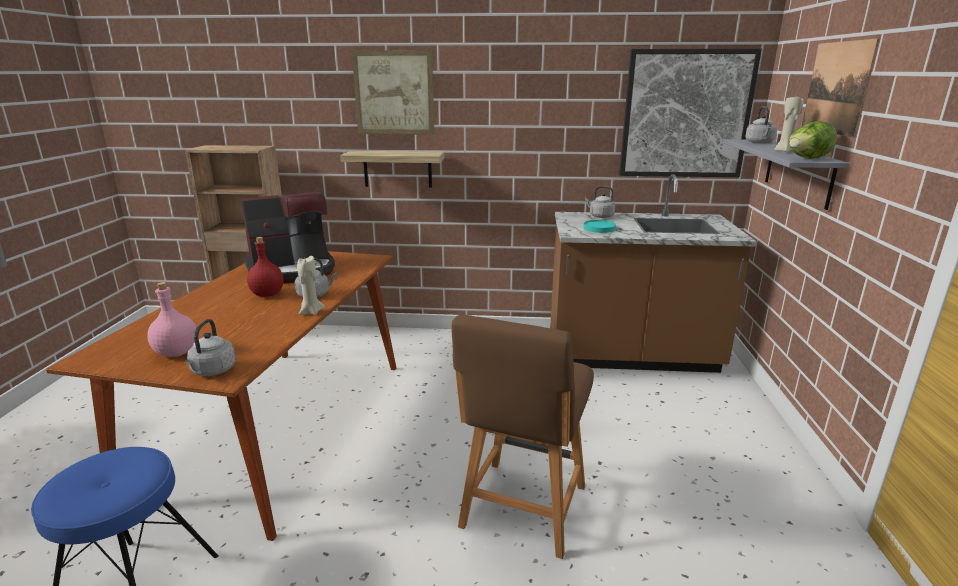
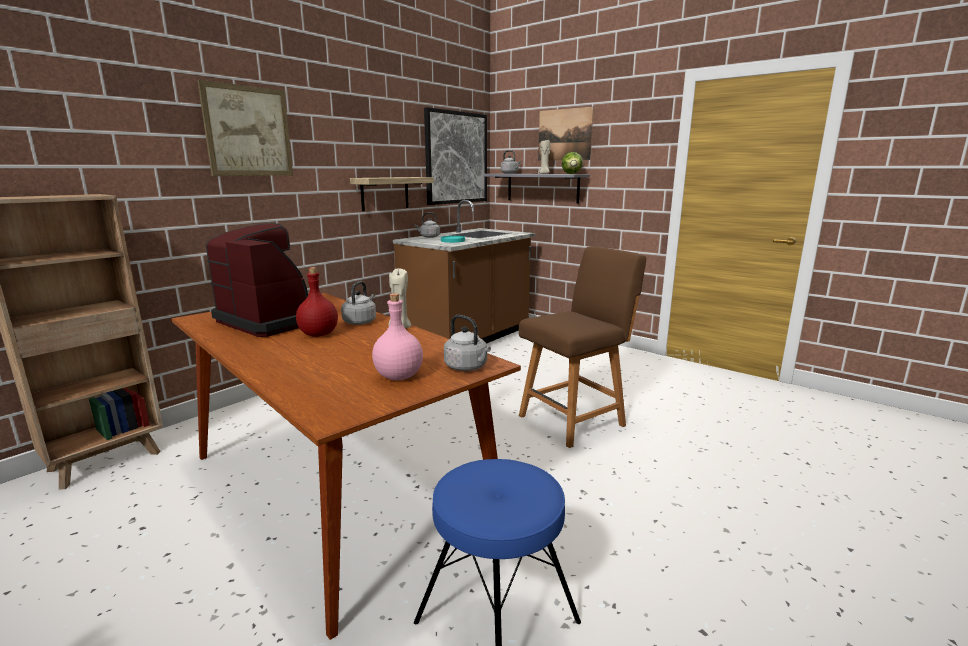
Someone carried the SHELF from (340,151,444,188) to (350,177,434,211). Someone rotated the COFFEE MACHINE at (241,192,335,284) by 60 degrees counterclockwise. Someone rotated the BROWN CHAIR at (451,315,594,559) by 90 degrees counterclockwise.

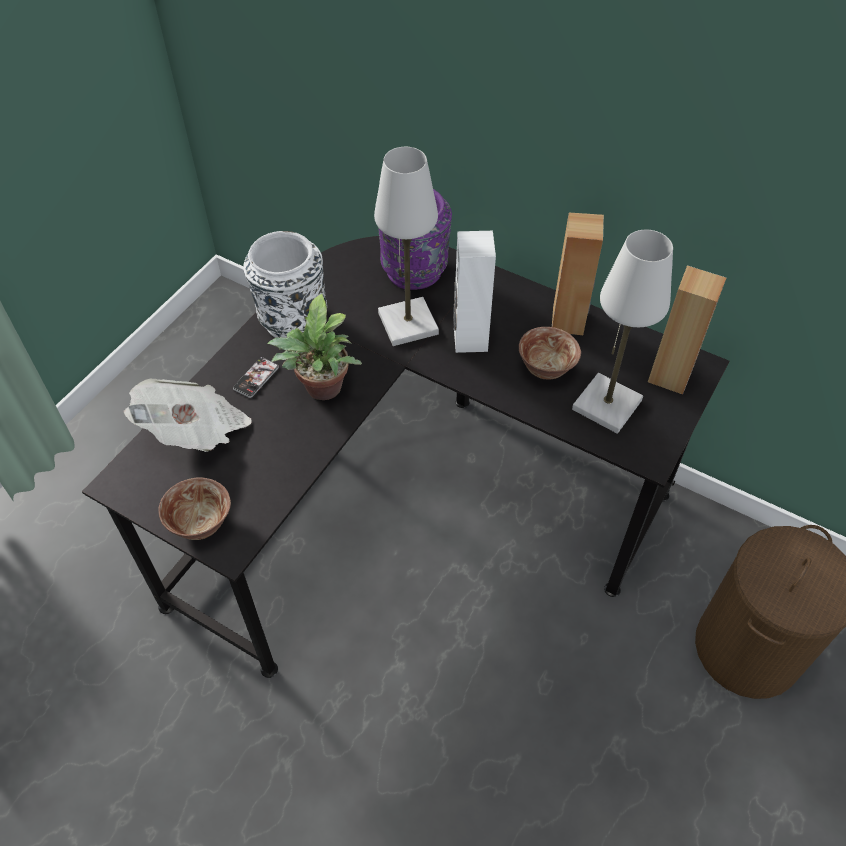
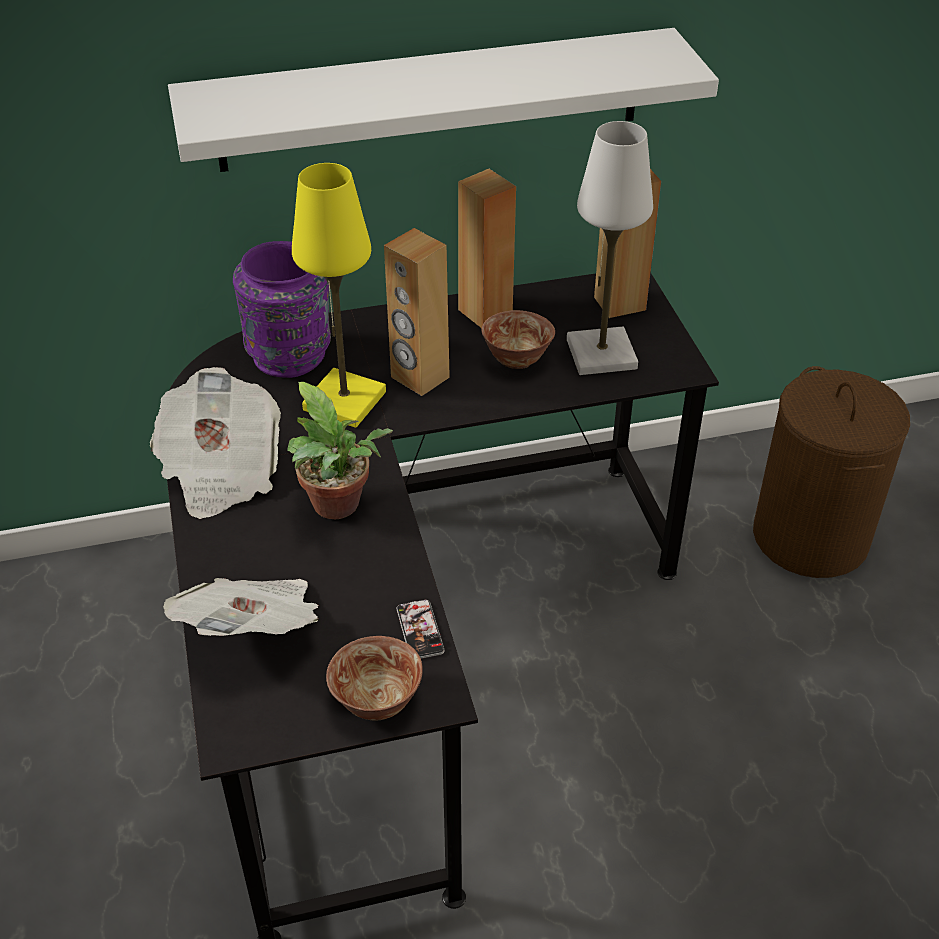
Someone put up the WHITE SHELF at (168,28,719,172). Someone carried the PHONE from (233,357,279,398) to (396,600,445,659). Someone swapped the WHITE VASE at (243,231,327,338) for the NEWSPAPER at (149,367,281,519). Someone repainted the WHITE TABLE LAMP at (374,147,439,346), which became the YELLOW TABLE LAMP at (292,163,386,428). Someone repainted the WHITE SPEAKER at (453,231,496,353), which became the BROWN SPEAKER at (384,228,450,396).

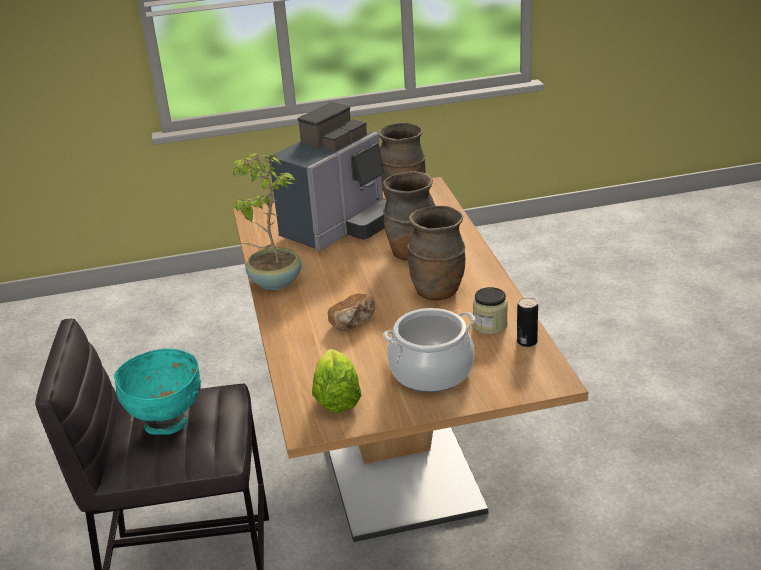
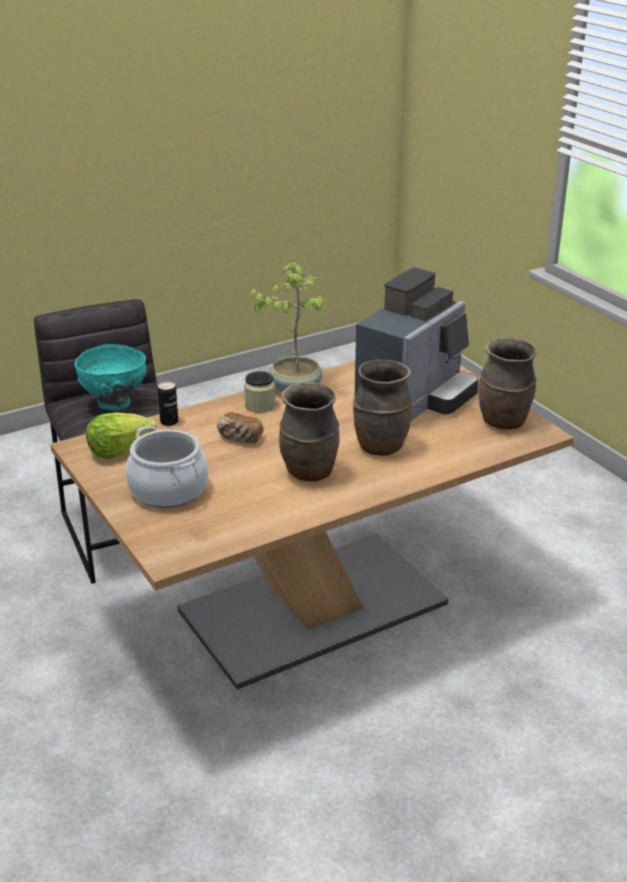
Someone carried the JAR from (473,287,508,335) to (244,371,275,413). Someone carried the CAN from (517,297,538,347) to (158,382,178,426). Someone rotated the COFFEE MACHINE at (269,102,387,251) by 75 degrees counterclockwise.

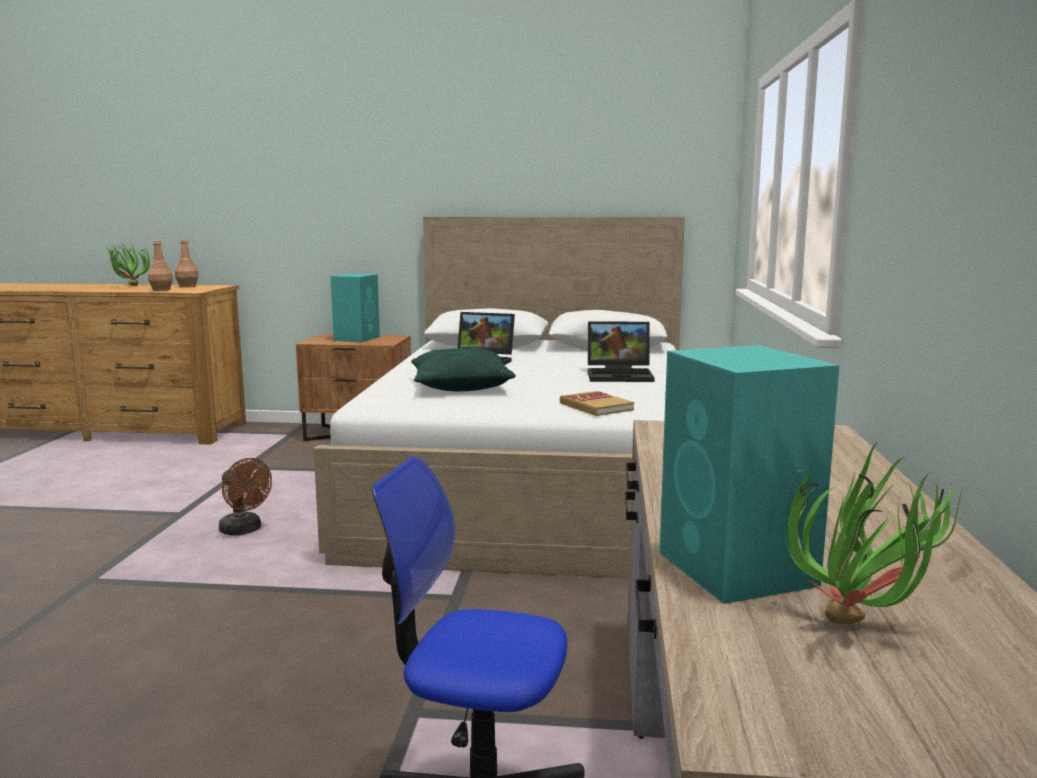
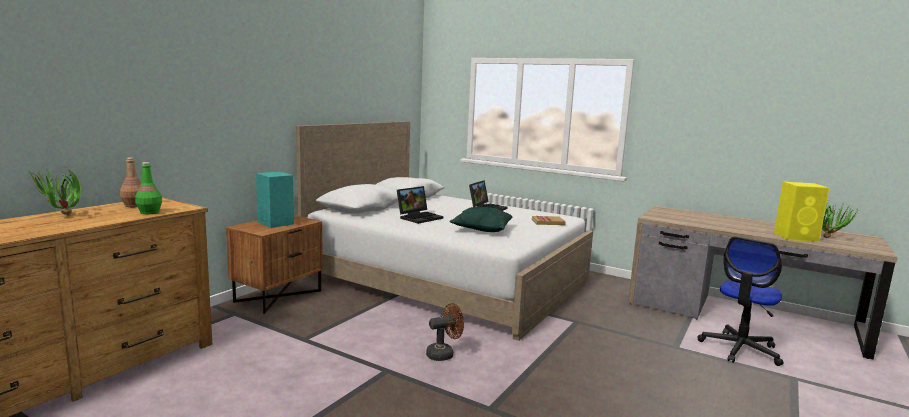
Someone repainted the BROWN BOTTLE at (148,240,173,291), which became the GREEN BOTTLE at (135,162,162,214). Someone repainted the TURQUOISE SPEAKER at (659,345,839,604), which became the YELLOW SPEAKER at (774,182,829,242).

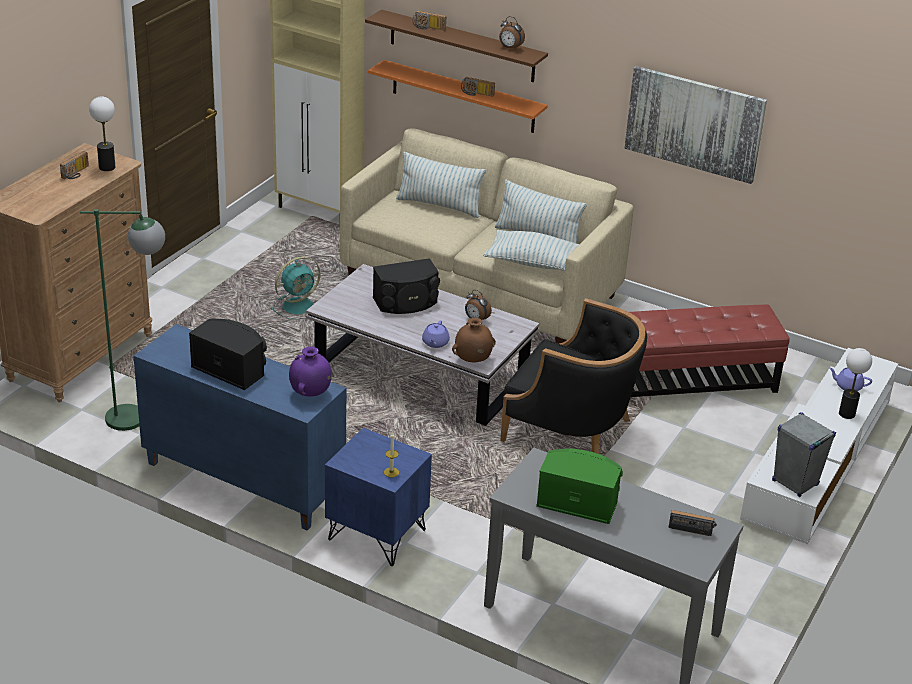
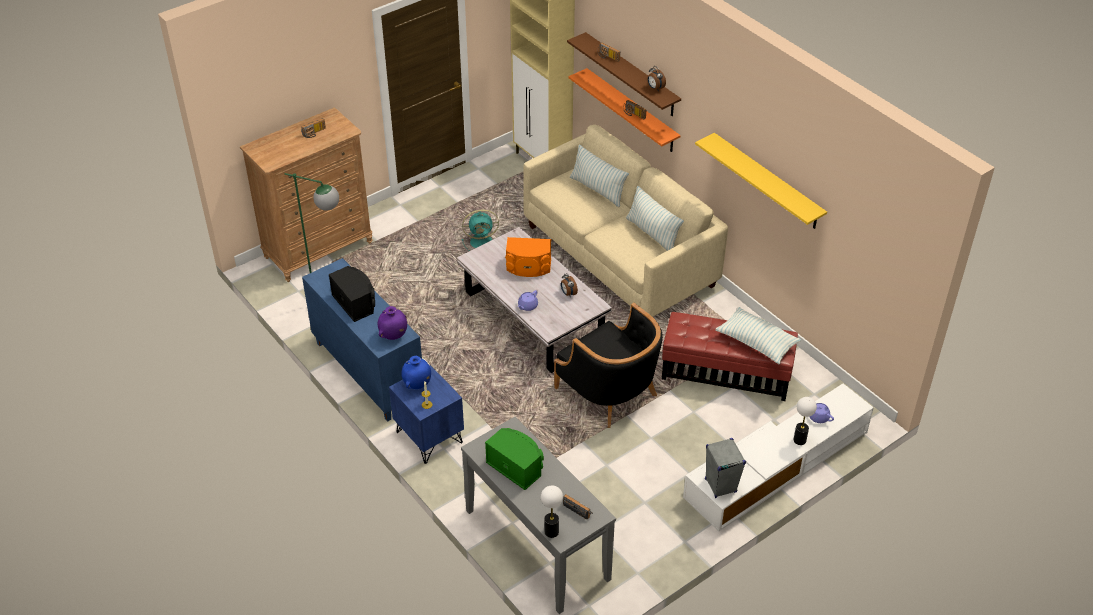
Someone took away the BROWN VASE at (452,318,496,362). Someone put down the BLUE VASE at (401,356,431,389). Someone carried the TABLE LAMP from (89,97,115,171) to (541,486,563,538). Someone carried the PILLOW from (483,230,579,271) to (715,307,801,364). Someone swapped the PICTURE at (624,66,767,184) for the YELLOW SHELF at (695,133,827,229). Someone repainted the BLACK SPEAKER at (373,258,440,314), which became the ORANGE SPEAKER at (505,237,551,277).

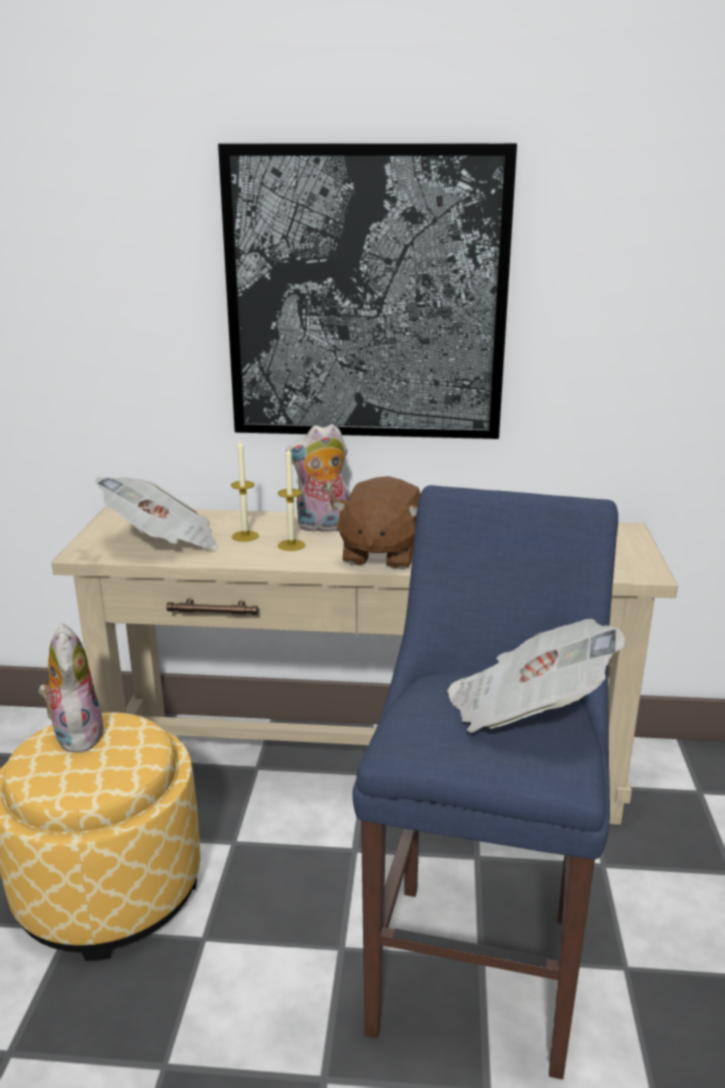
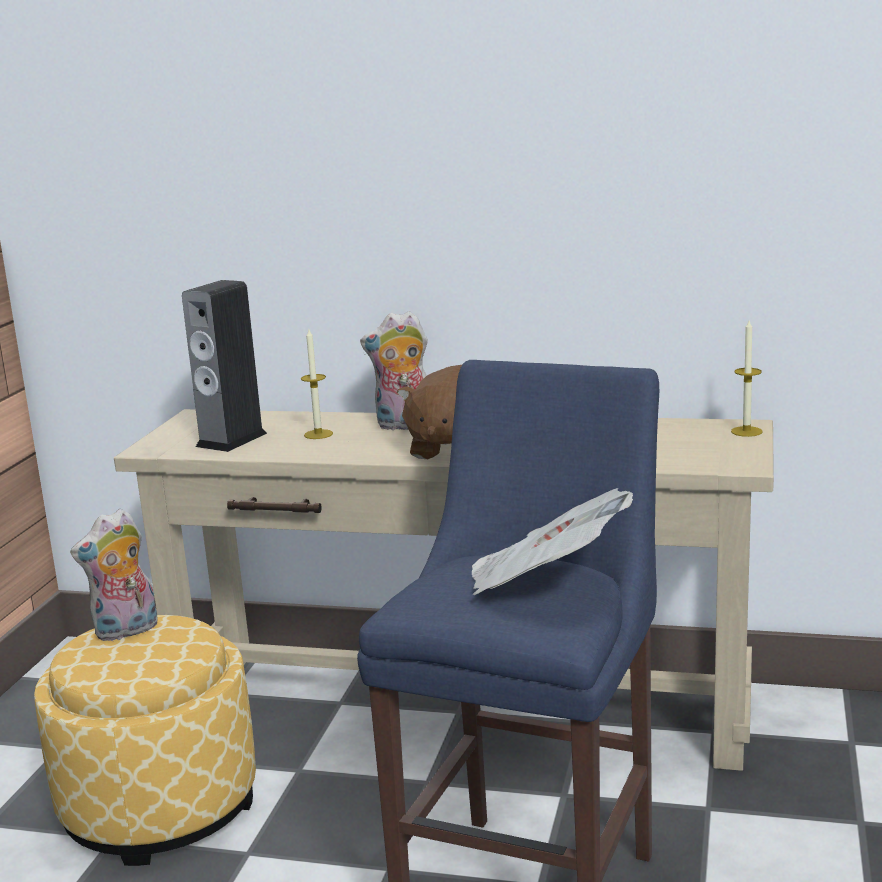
Someone took away the PICTURE at (218,143,517,439). Someone carried the CANDLE from (278,448,305,551) to (731,320,763,437). Someone swapped the NEWSPAPER at (95,477,218,549) for the SPEAKER at (182,280,267,452). Someone rotated the PLUSH TOY at (38,624,105,753) by 120 degrees counterclockwise.

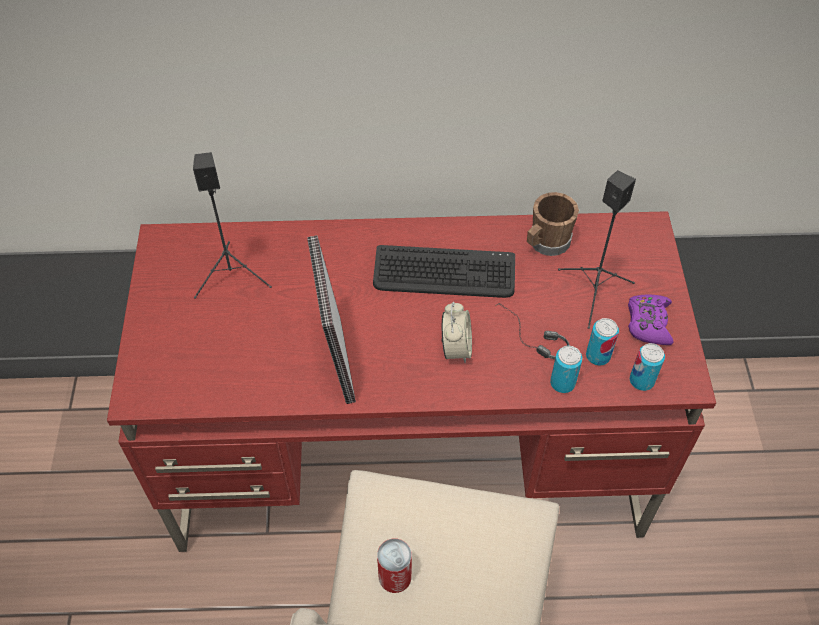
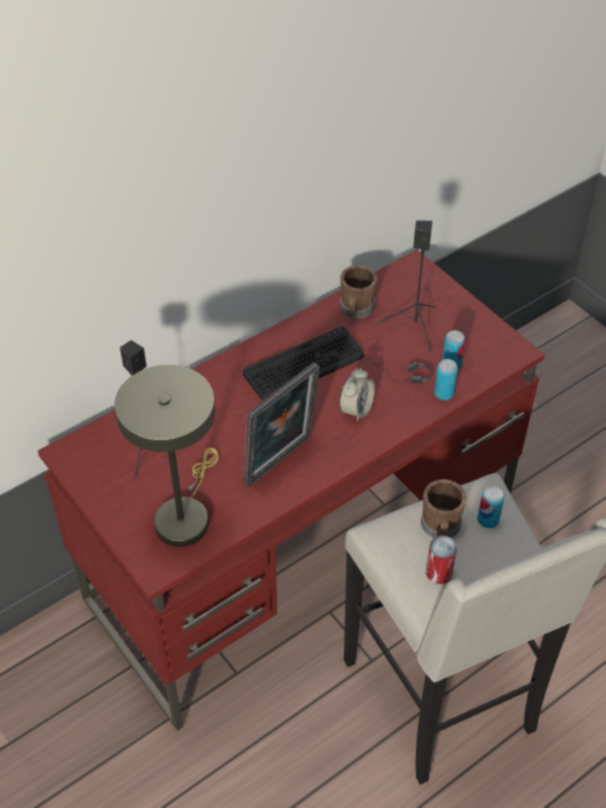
Someone took away the PURPLE GAME CONTROLLER at (628,295,673,345). Someone put down the BEIGE TABLE LAMP at (115,365,219,547). Someone put down the BROWN MUG at (421,479,467,538). Someone carried the CAN from (630,343,665,391) to (477,486,505,528). Someone rotated the PICTURE FRAME at (307,235,356,404) by 90 degrees counterclockwise. Someone rotated the ALARM CLOCK at (441,302,472,363) by 60 degrees clockwise.

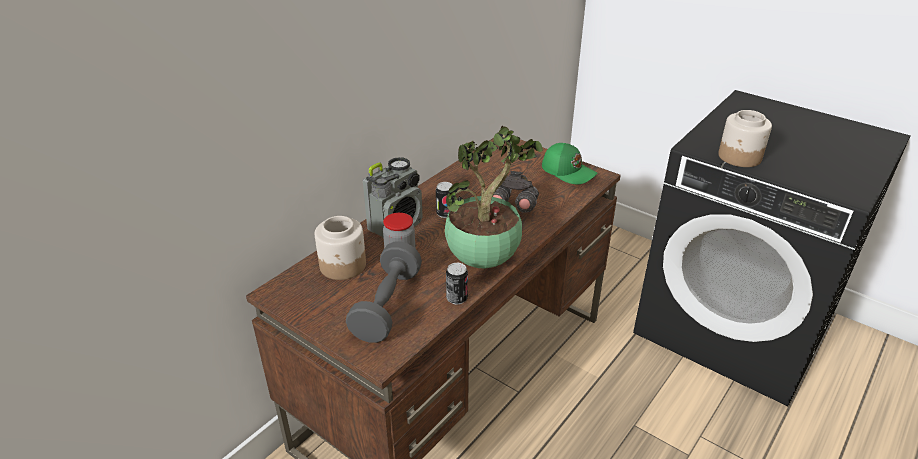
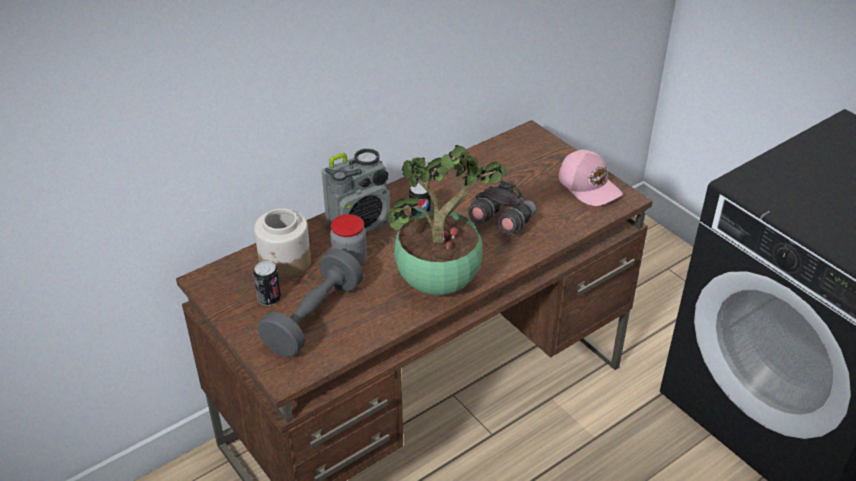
Someone took away the JAR at (718,110,772,167). Someone carried the CAN from (446,263,468,304) to (253,261,281,306). Someone repainted the GREEN CAP at (542,143,598,184), which became the PINK CAP at (559,150,623,206).

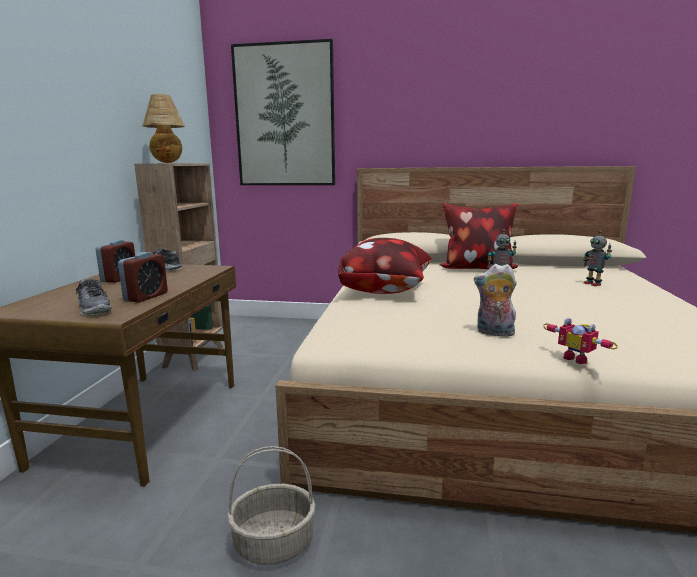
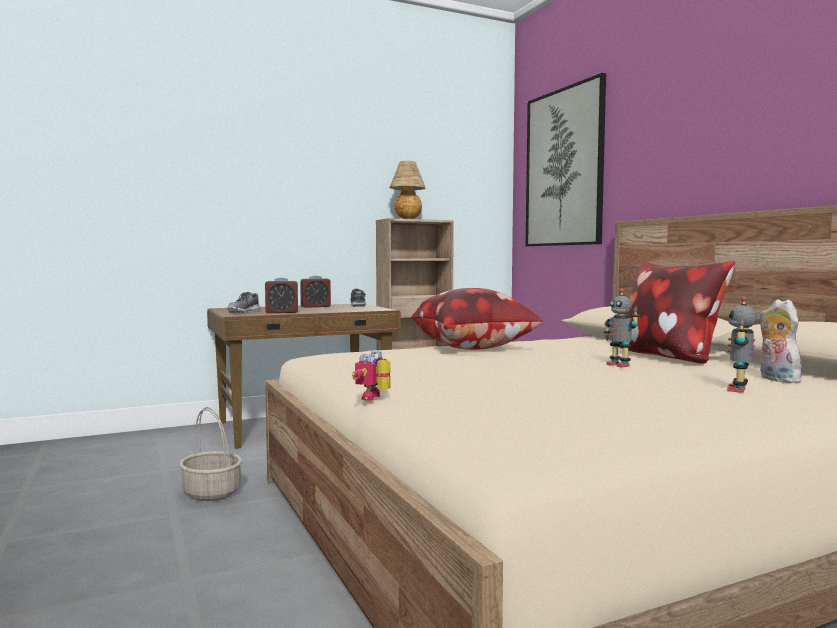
Someone carried the PLUSH TOY from (474,264,517,337) to (759,299,803,383).

